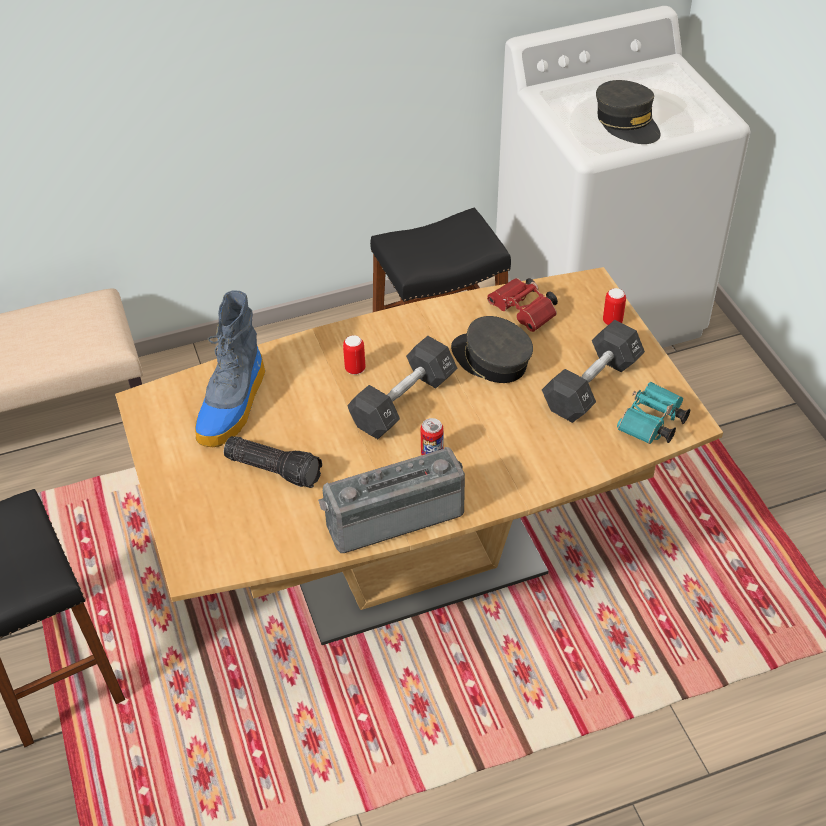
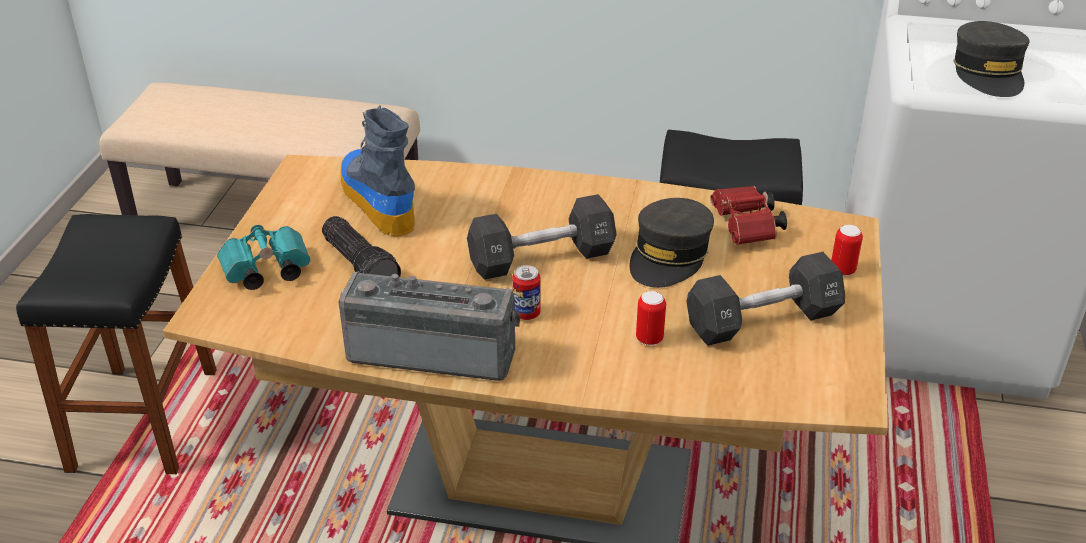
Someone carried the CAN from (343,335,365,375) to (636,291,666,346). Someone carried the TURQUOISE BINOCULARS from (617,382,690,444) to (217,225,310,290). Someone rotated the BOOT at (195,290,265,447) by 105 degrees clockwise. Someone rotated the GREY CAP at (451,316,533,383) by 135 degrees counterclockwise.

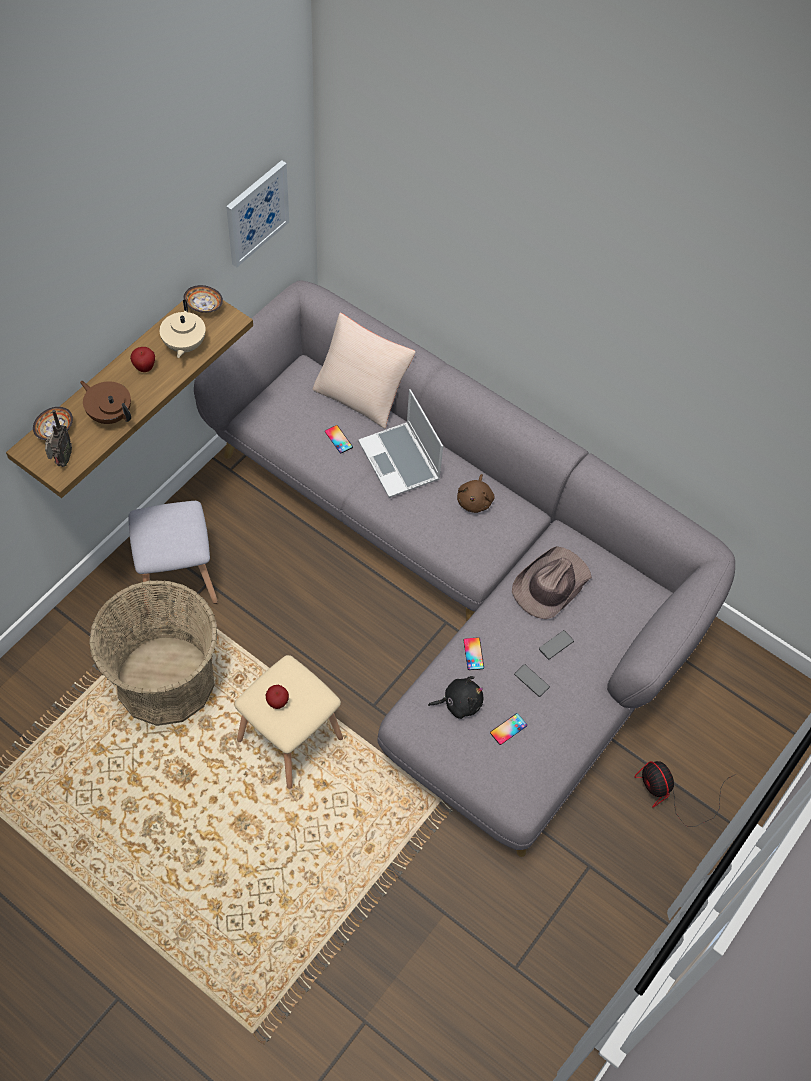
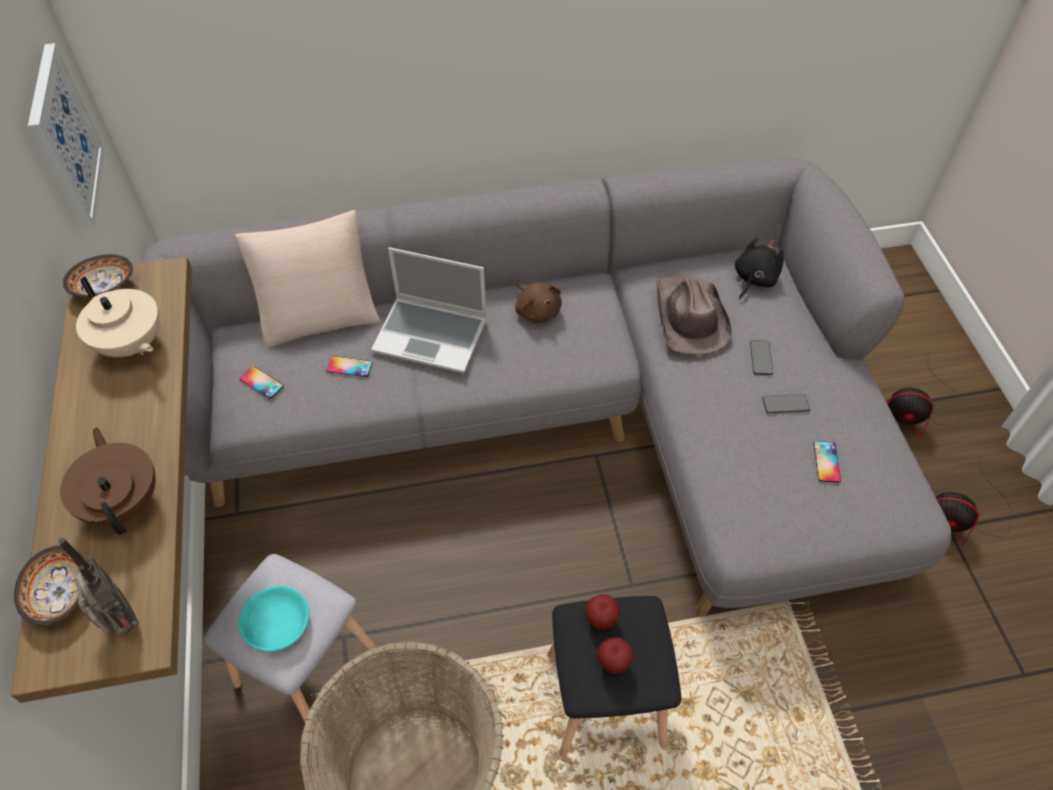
Someone put down the TURQUOISE BOWL at (239,586,310,652). Someone put down the FAN at (936,458,1012,545). Someone carried the APPLE from (130,347,155,372) to (586,594,620,629). Someone carried the BLACK PLUSH TOY from (428,676,483,719) to (735,238,784,299). Someone carried the PHONE from (464,637,484,670) to (240,366,284,399). Someone repainted the BEIGE STOOL at (234,655,343,789), which became the BLACK STOOL at (547,596,682,757). Someone rotated the BROWN TEAPOT at (80,381,131,424) by 75 degrees clockwise.

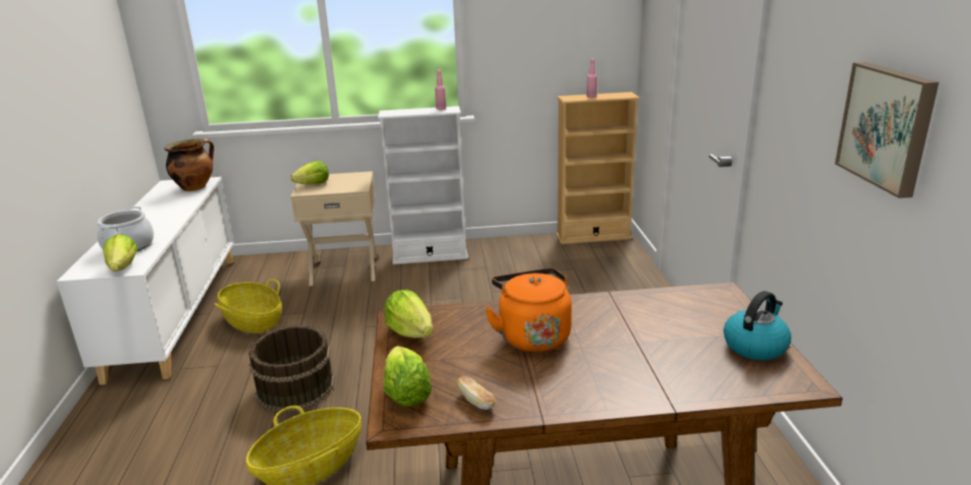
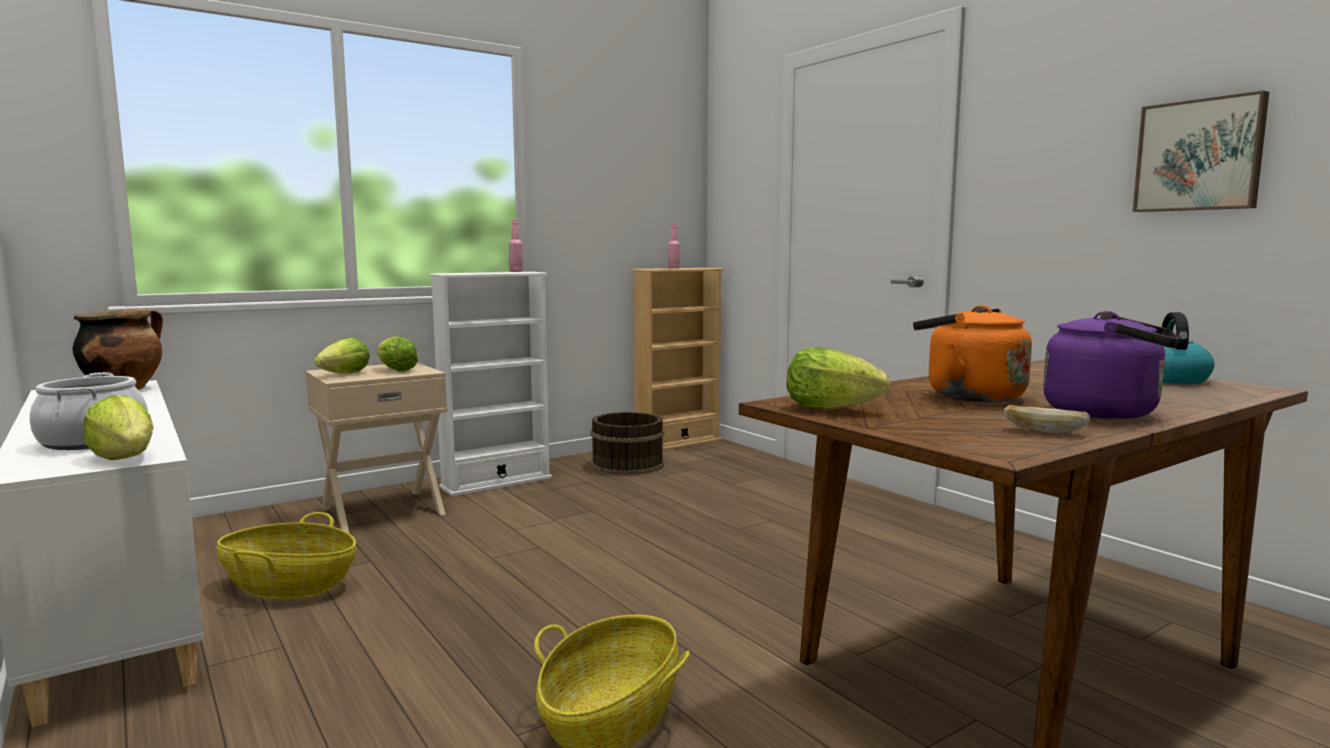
Someone put down the PURPLE KETTLE at (1043,311,1179,419). Someone carried the BROWN BUCKET from (249,325,335,412) to (590,412,665,475). Someone carried the LETTUCE from (384,346,432,407) to (377,337,418,371).

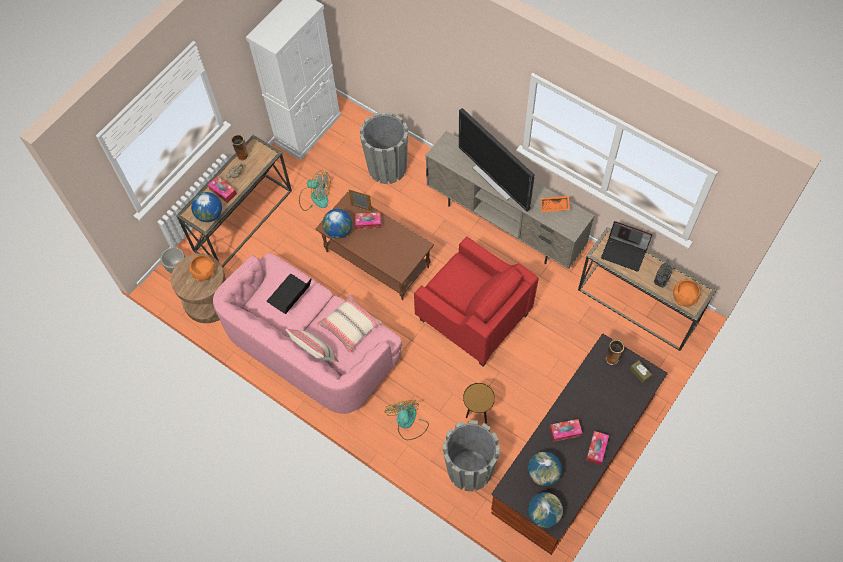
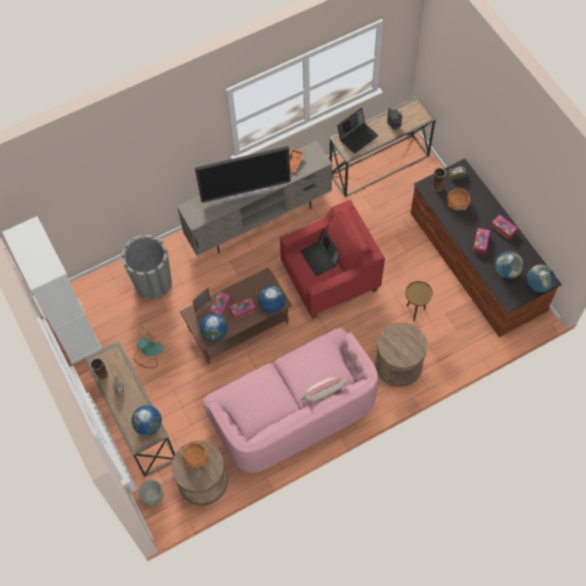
Someone took away the BEIGE PILLOW at (316,293,383,354). Someone took away the GREY PLANTER at (443,420,500,491). Someone put down the GLOBE at (258,285,285,313). Someone carried the TISSUE BOX from (208,176,237,203) to (229,298,256,320). Someone carried the LAPTOP from (267,274,312,314) to (300,229,341,277). Someone carried the ORANGE BOWL from (673,279,701,307) to (447,188,471,211). Someone swapped the FAN at (384,400,429,440) for the BROWN SIDE TABLE at (375,322,427,387).

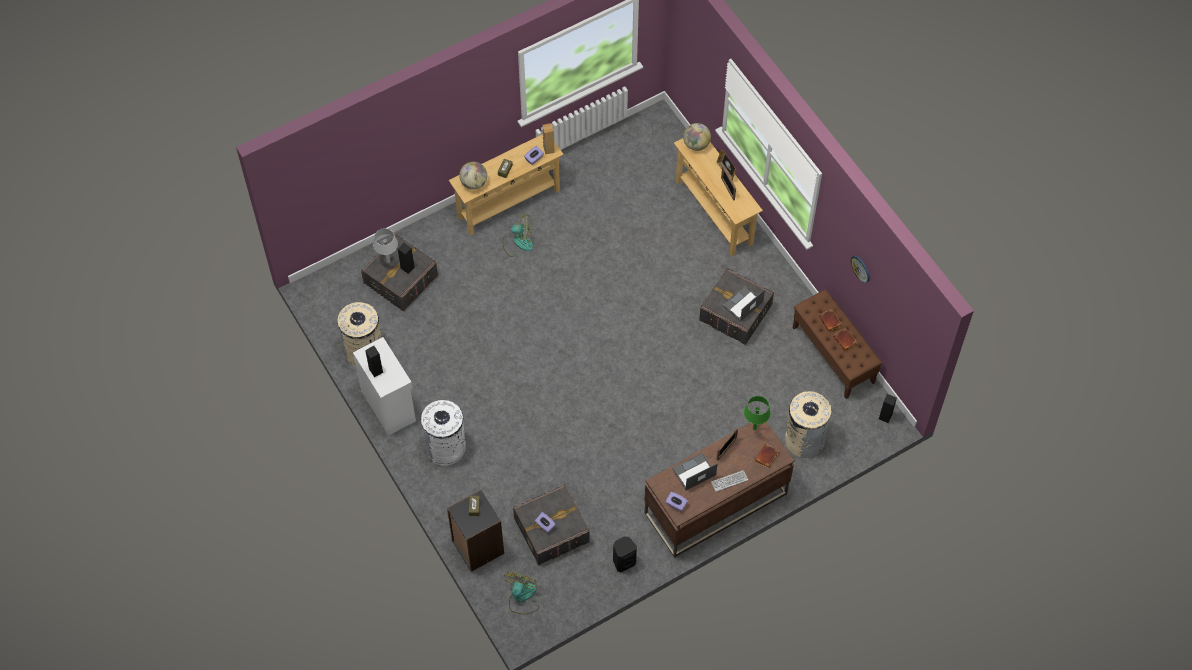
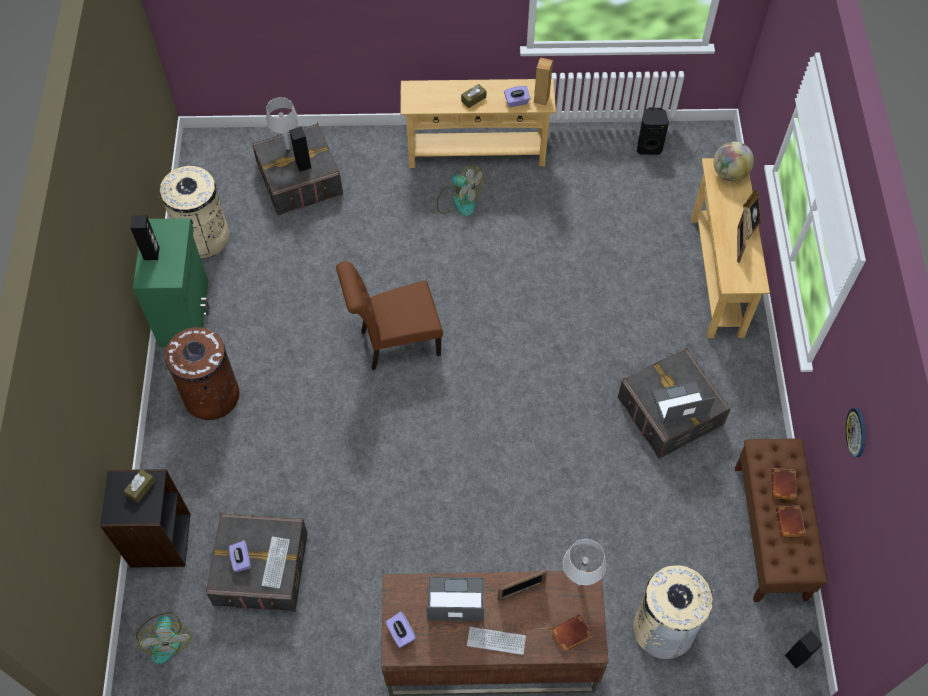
Someone took away the GLOBE at (459,162,487,190). Someone put down the KEYBOARD at (262,537,290,588). Someone put down the BROWN CHAIR at (336,261,443,370). Someone carried the BLACK SPEAKER from (613,537,637,572) to (637,108,669,155). Someone repainted the WHITE CABINET at (353,337,416,436), which became the GREEN CABINET at (133,218,210,347). Someone repainted the WHITE TRASH CAN at (421,400,466,466), which became the BROWN TRASH CAN at (165,327,239,420). Someone repainted the GREEN TABLE LAMP at (744,396,771,430), which became the GREY TABLE LAMP at (563,539,606,586). Someone rotated the FAN at (504,572,539,614) by 120 degrees clockwise.

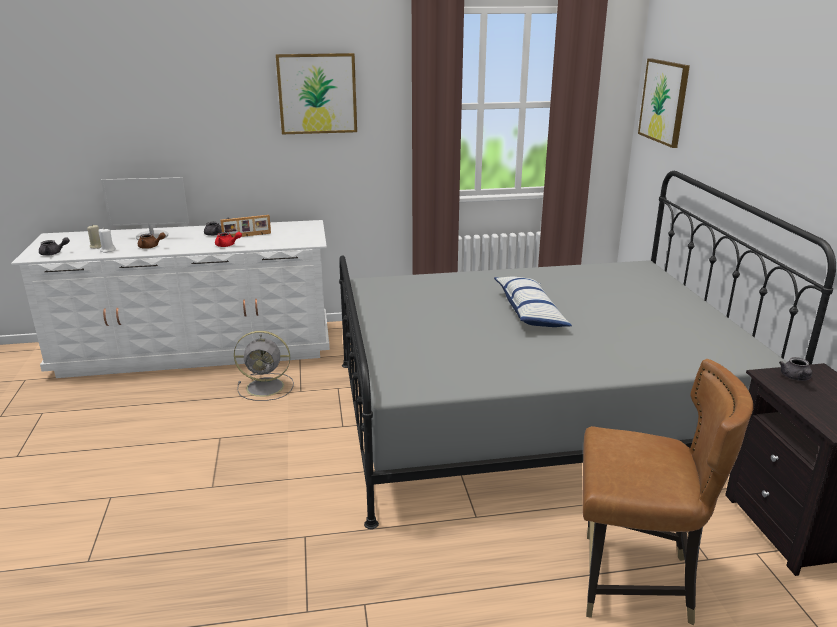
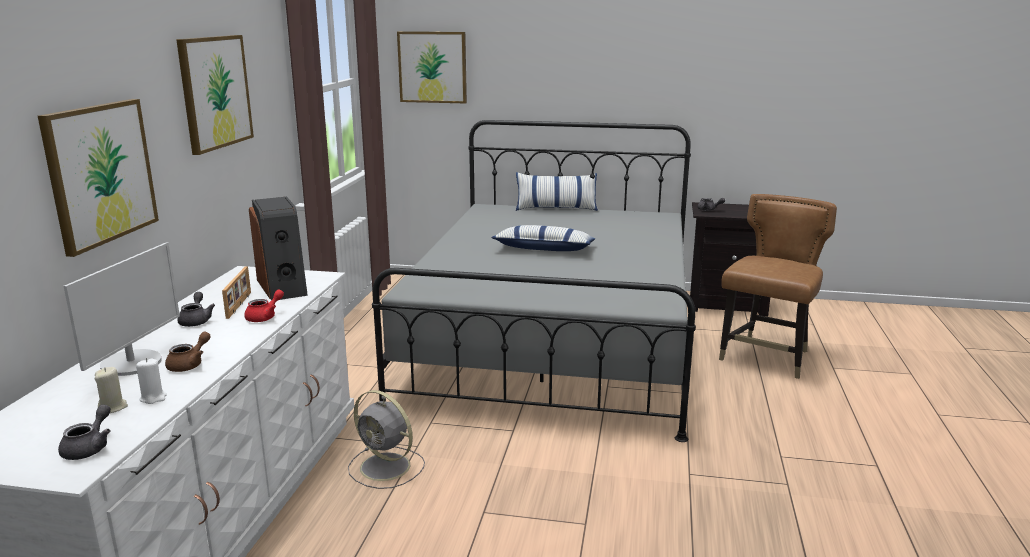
Someone put up the PICTURE at (38,99,159,257). Someone put down the SPEAKER at (249,197,308,300). Someone put down the PILLOW at (516,172,598,211). Someone rotated the GREY FAN at (234,331,294,401) by 105 degrees clockwise.

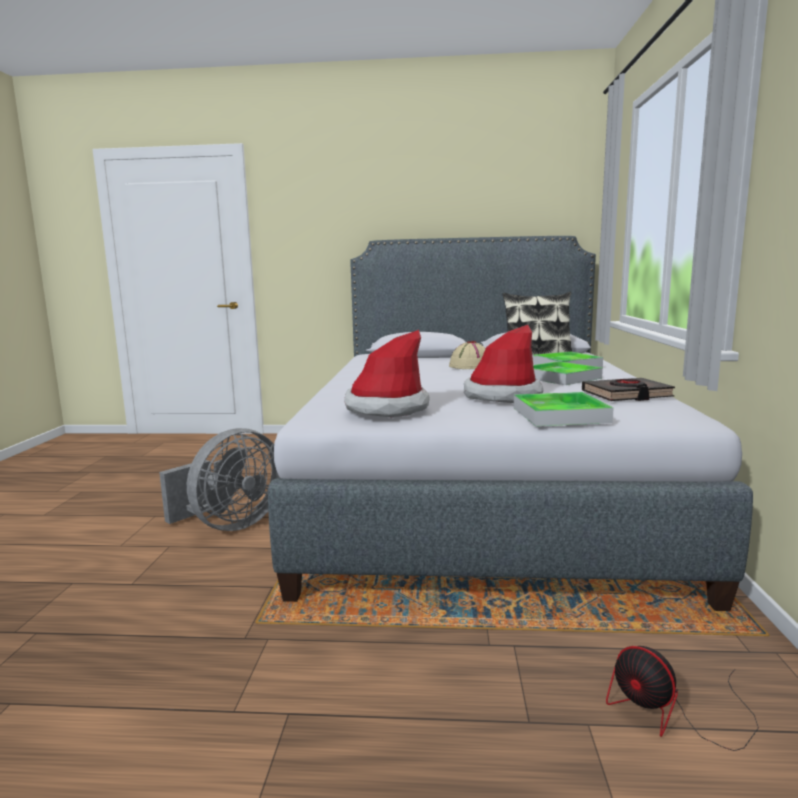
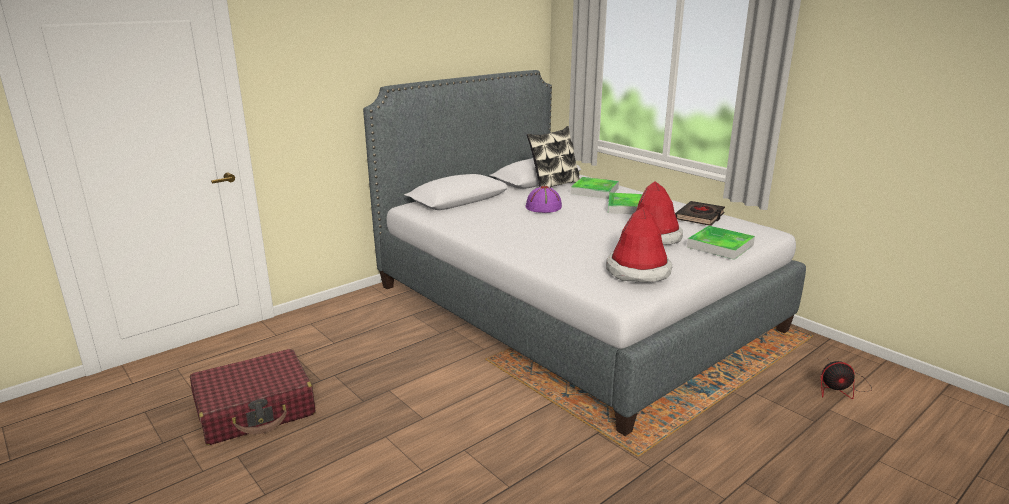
Someone took away the GREY FAN at (159,428,280,531). Someone put down the RED SUITCASE at (190,349,316,445). Someone repainted the BEIGE HAT at (449,341,486,369), which became the PURPLE HAT at (525,186,562,213).

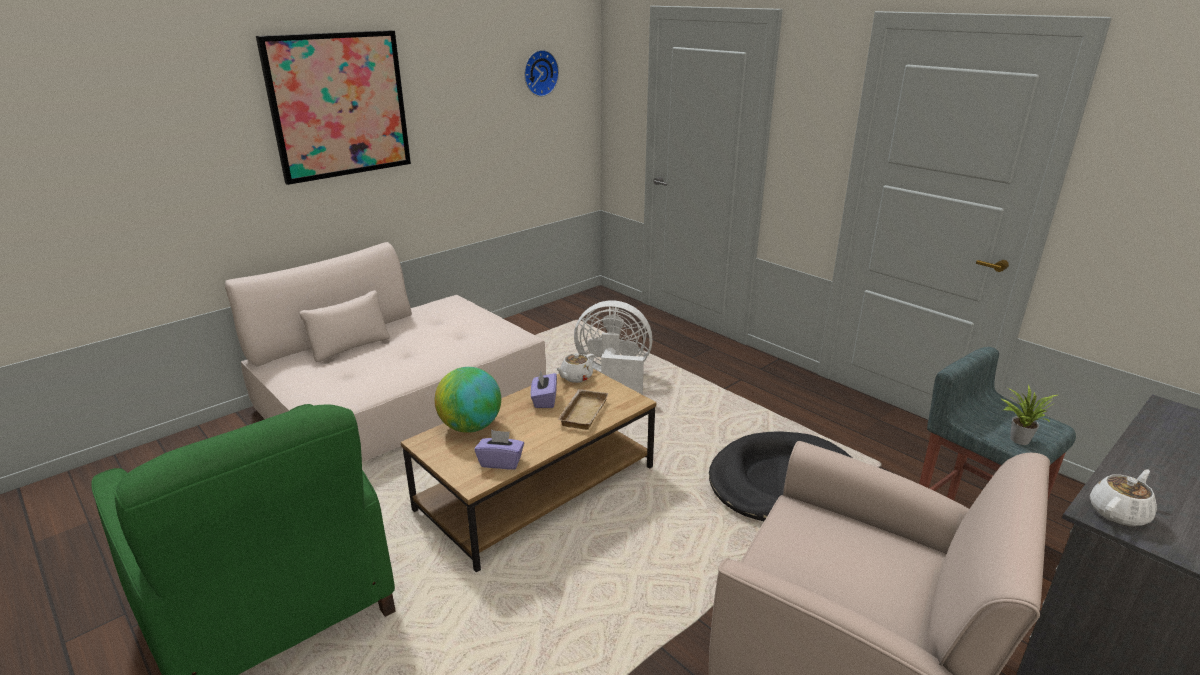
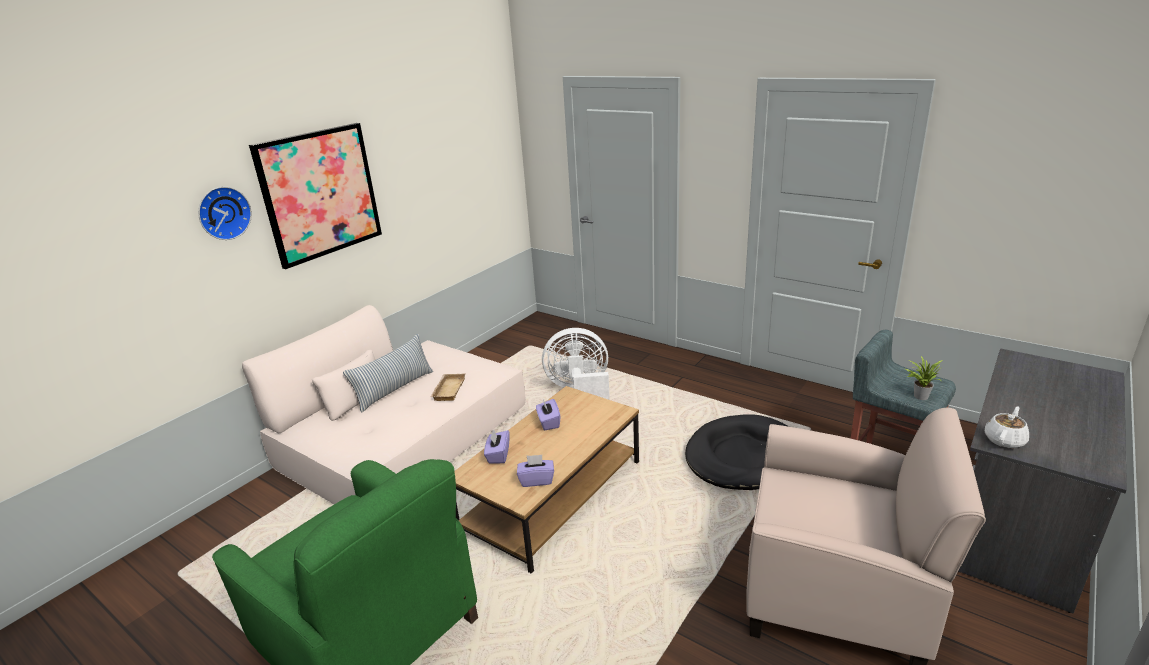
Someone took away the WHITE TEAPOT at (556,353,595,383). Someone put down the PILLOW at (343,334,433,413). Someone carried the WALL CLOCK from (524,50,559,97) to (198,187,252,240). Someone carried the BEIGE TRAY from (557,389,609,430) to (431,373,465,401). Someone swapped the GLOBE at (435,367,501,433) for the PURPLE TISSUE BOX at (484,429,509,464).

